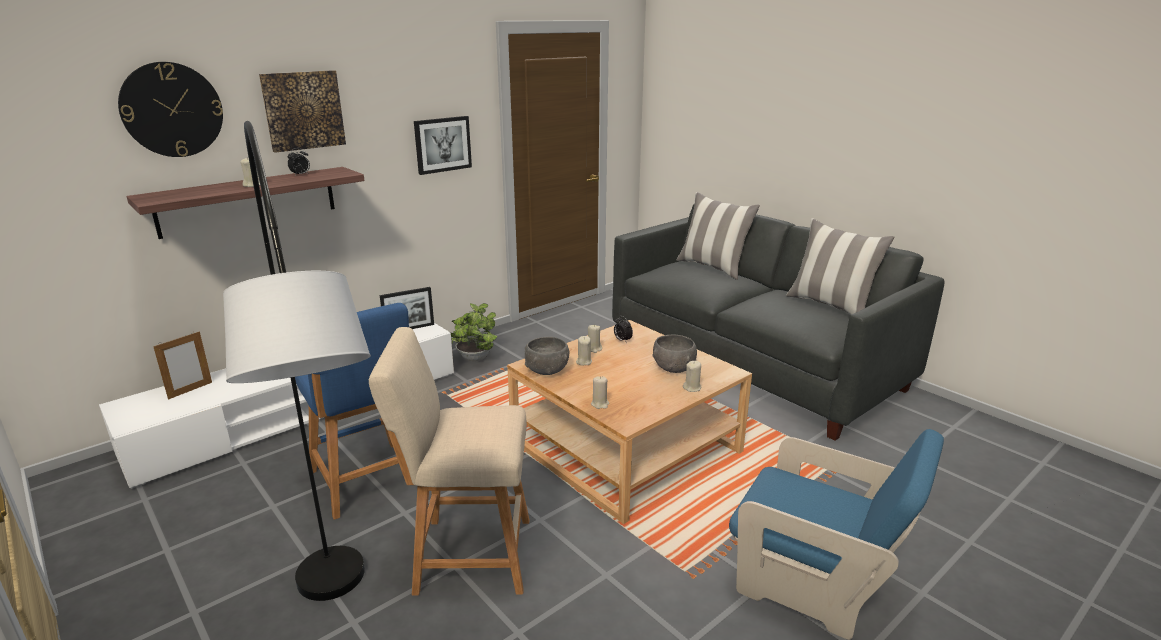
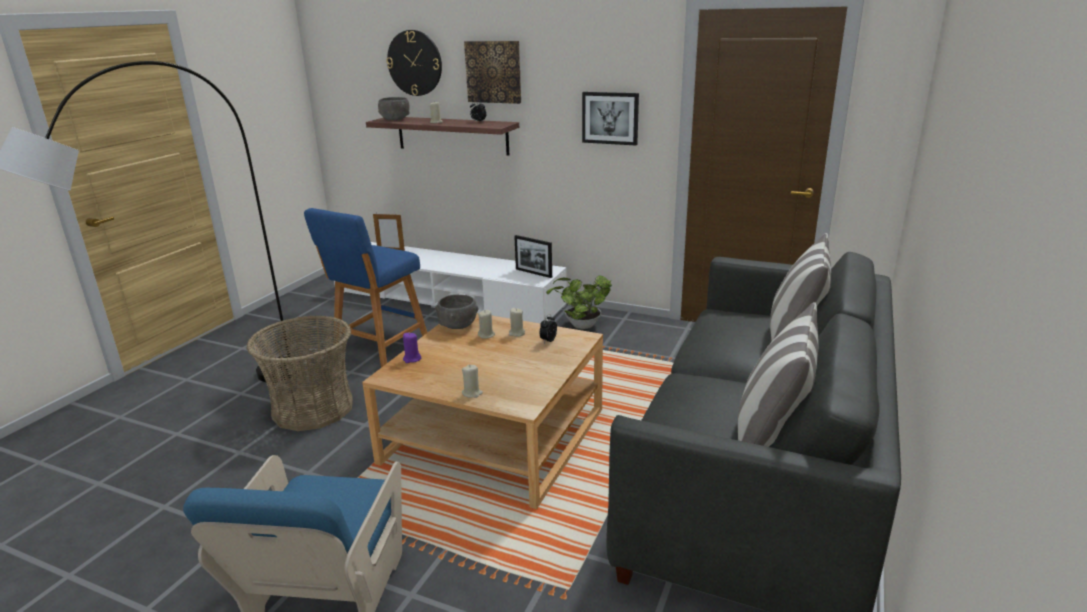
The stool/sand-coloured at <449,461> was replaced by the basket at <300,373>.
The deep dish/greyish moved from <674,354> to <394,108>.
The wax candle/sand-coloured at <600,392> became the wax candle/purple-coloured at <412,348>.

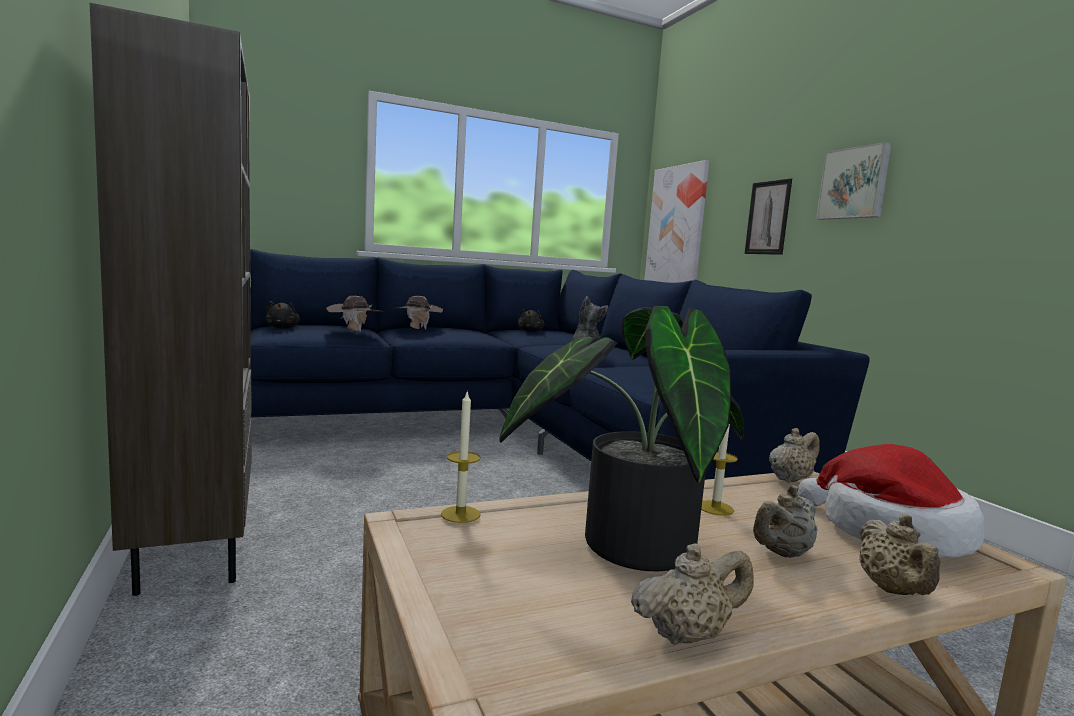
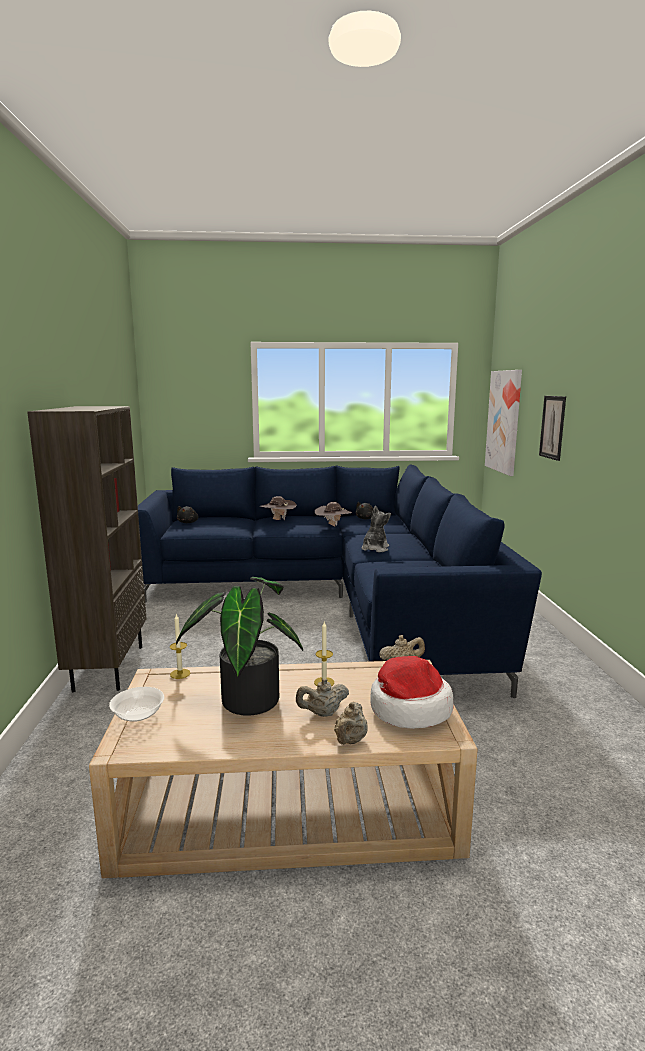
The deep dish at <136,704> appeared.
The hat/brown-coloured moved from <355,314> to <333,514>.
The pot for tea/sand-coloured at <692,594> disappeared.
The wall picture at <854,181> disappeared.

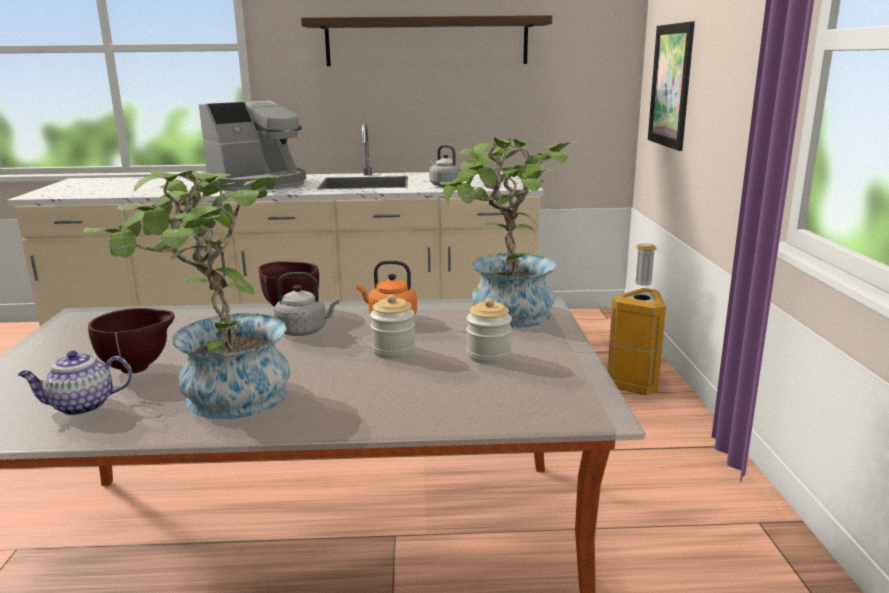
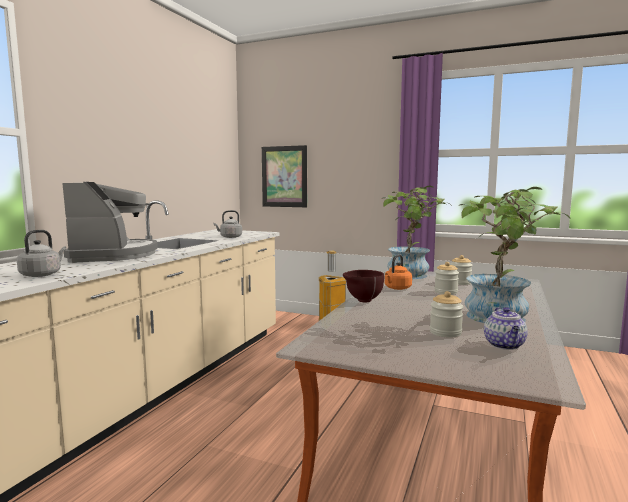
The water kettle/greyish moved from <306,304> to <41,253>.
The deep dish/brown-coloured at <131,341> was replaced by the preserve jar at <447,314>.
The wall shelf at <426,40> disappeared.

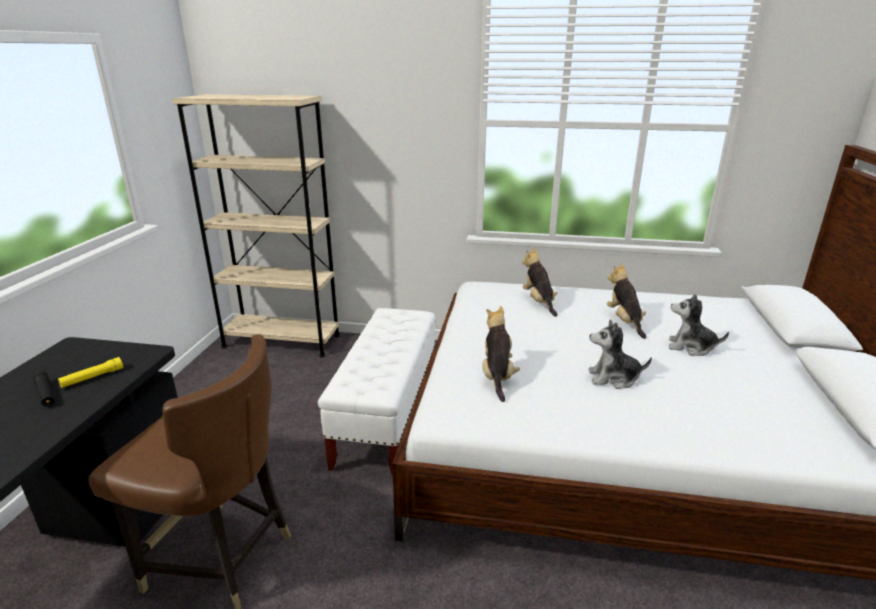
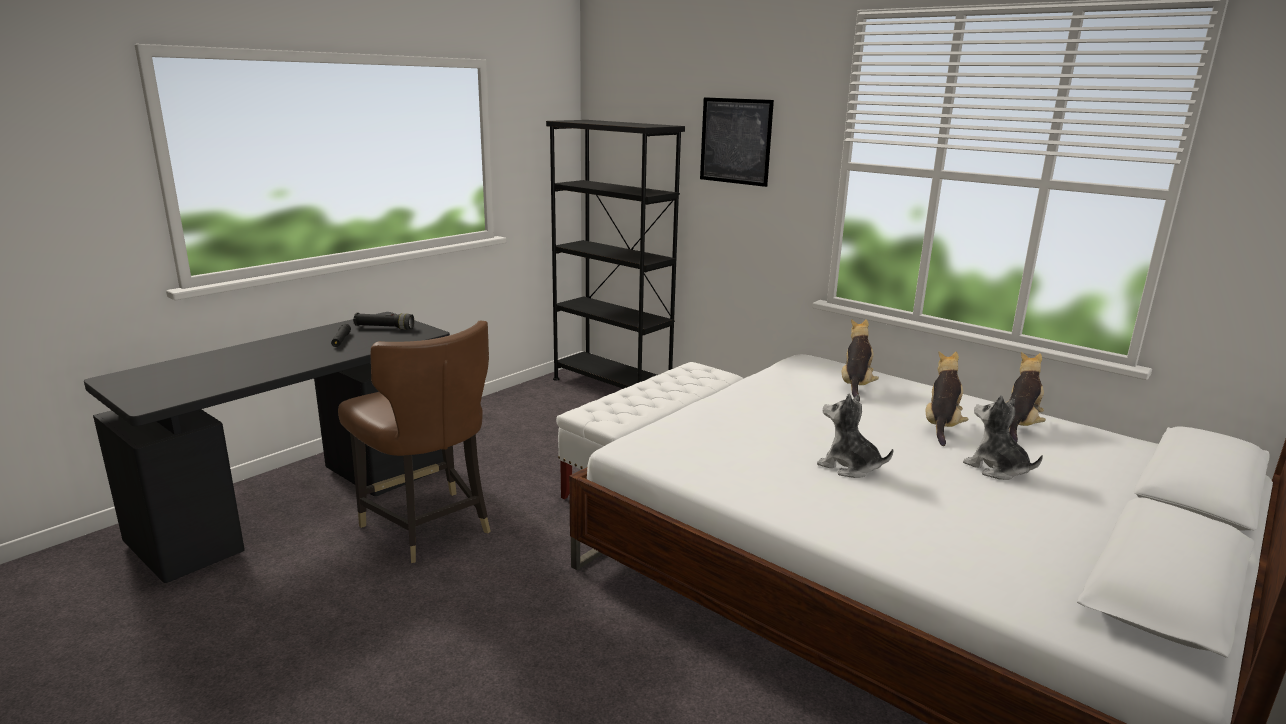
The torch/black-coloured at <383,321> appeared.
The bookshelf/sand-coloured at <256,226> became the bookshelf/black-coloured at <615,254>.
The wall picture at <737,142> appeared.
The plush toy moved from <501,354> to <1025,397>.
The torch/yellow-coloured at <90,372> disappeared.

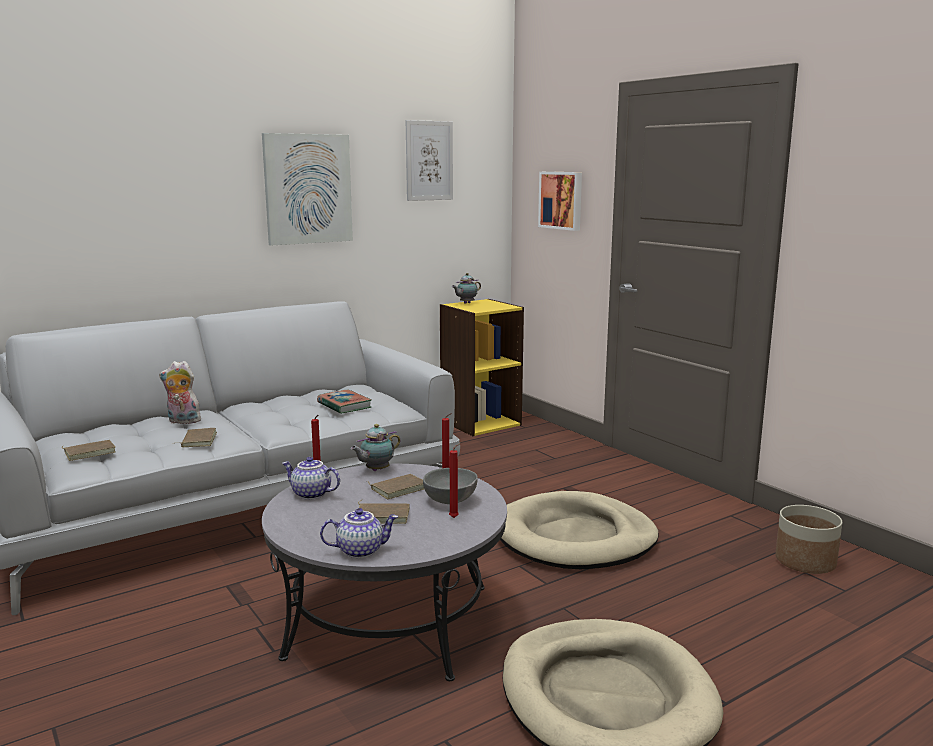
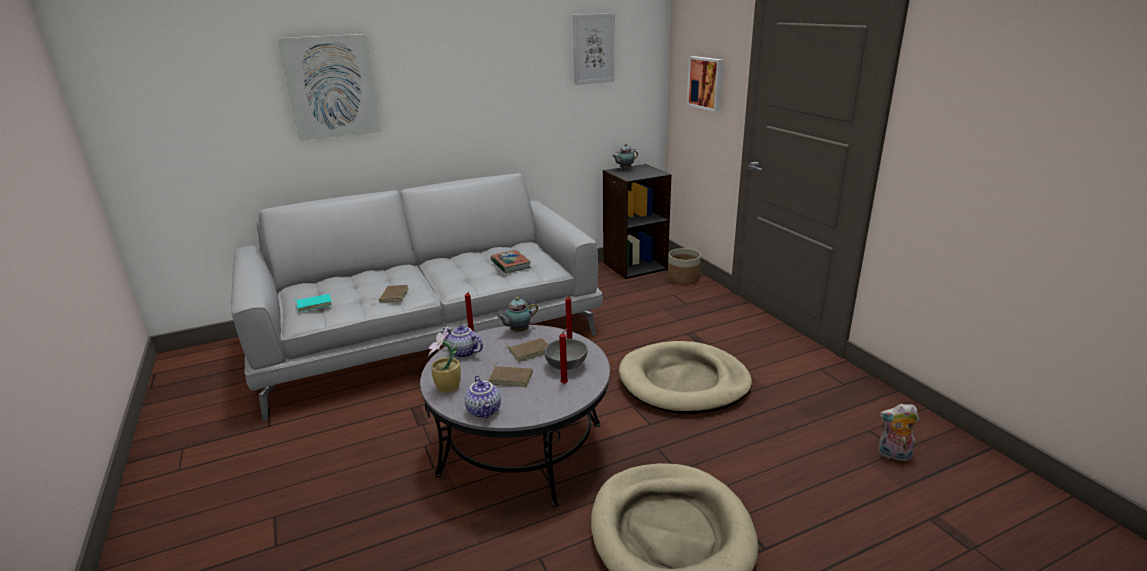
The wall picture moved from <307,189> to <329,87>.
The bound book/brown-coloured at <89,450> became the bound book/blue-green at <313,303>.
The houseplant at <444,359> appeared.
The pot for tea at <359,533> turned 75 degrees clockwise.
The bookshelf/yellow-coloured at <482,367> became the bookshelf/black-coloured at <637,221>.
The planter moved from <808,539> to <684,266>.
The plush toy moved from <181,392> to <898,432>.

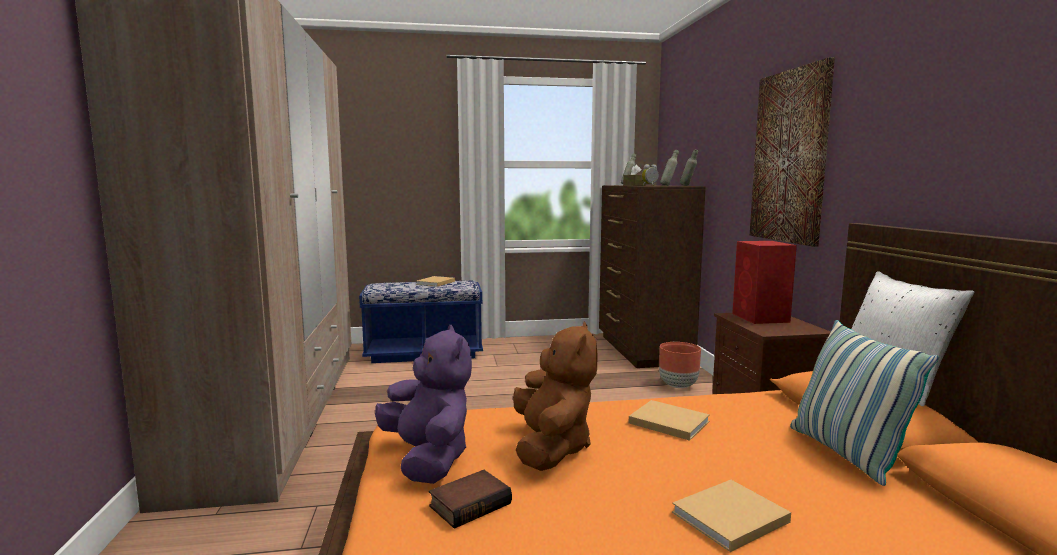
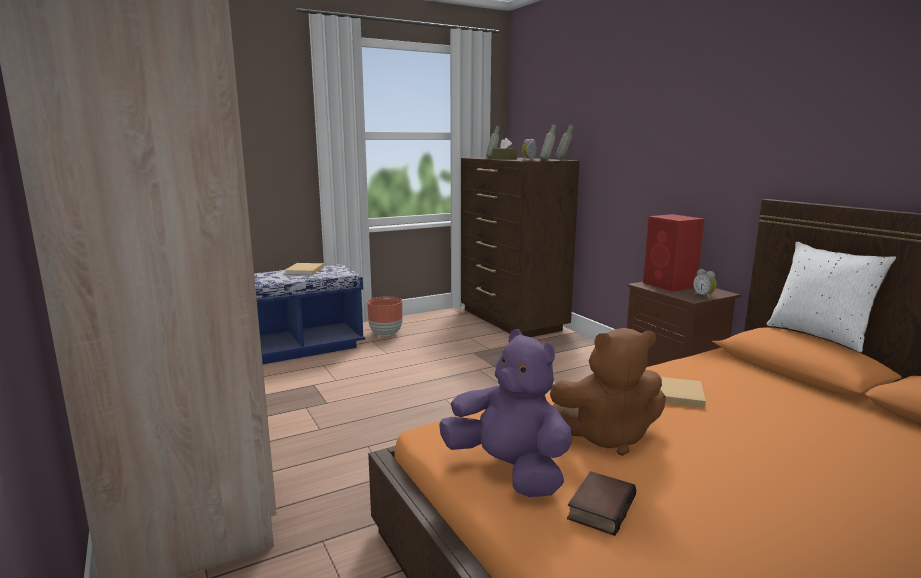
The planter/brown-coloured moved from <680,365> to <384,316>.
The plush toy/brown-coloured at <555,396> turned 105 degrees clockwise.
The bedside clock at <704,284> appeared.
The bound book/sand-coloured at <731,516> disappeared.
The wall picture at <792,152> disappeared.
The pillow at <864,403> disappeared.

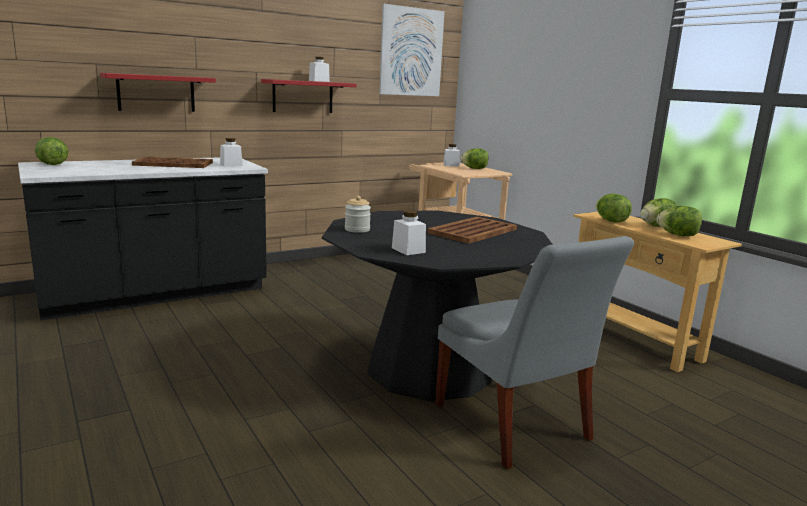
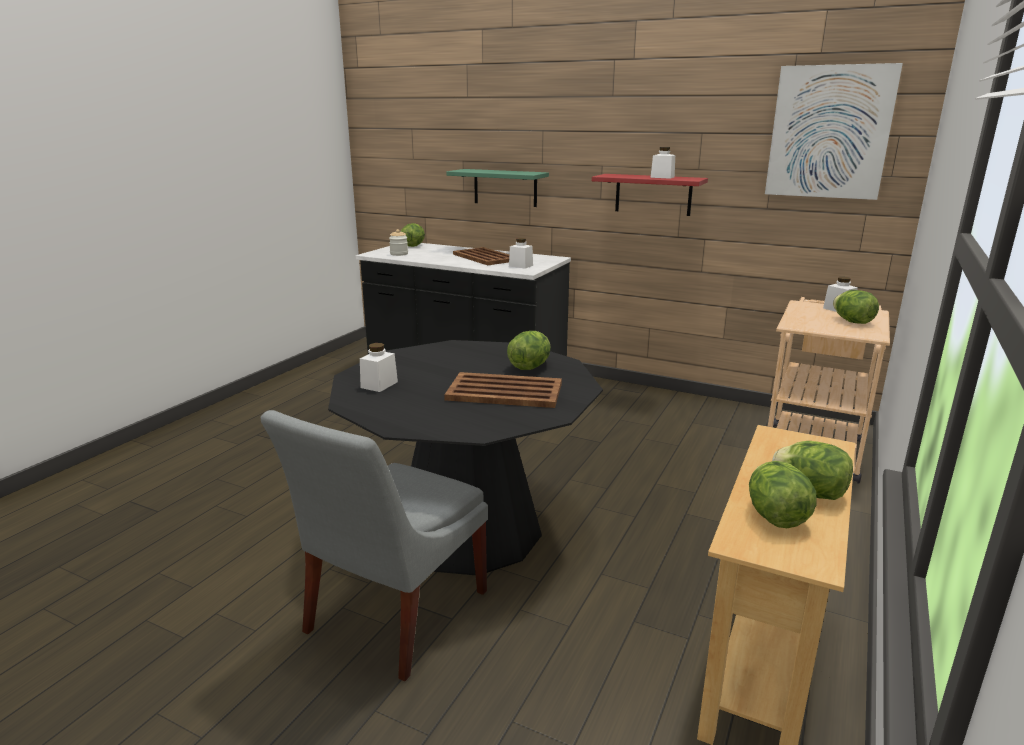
The preserve jar moved from <358,214> to <398,242>.
The wall shelf/red at <158,92> became the wall shelf/green at <497,188>.
The head of lettuce moved from <614,208> to <529,350>.

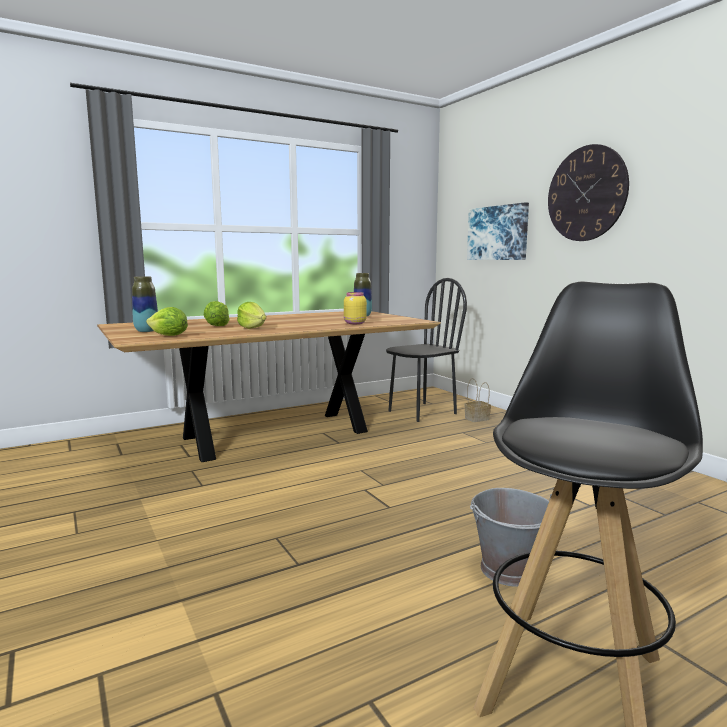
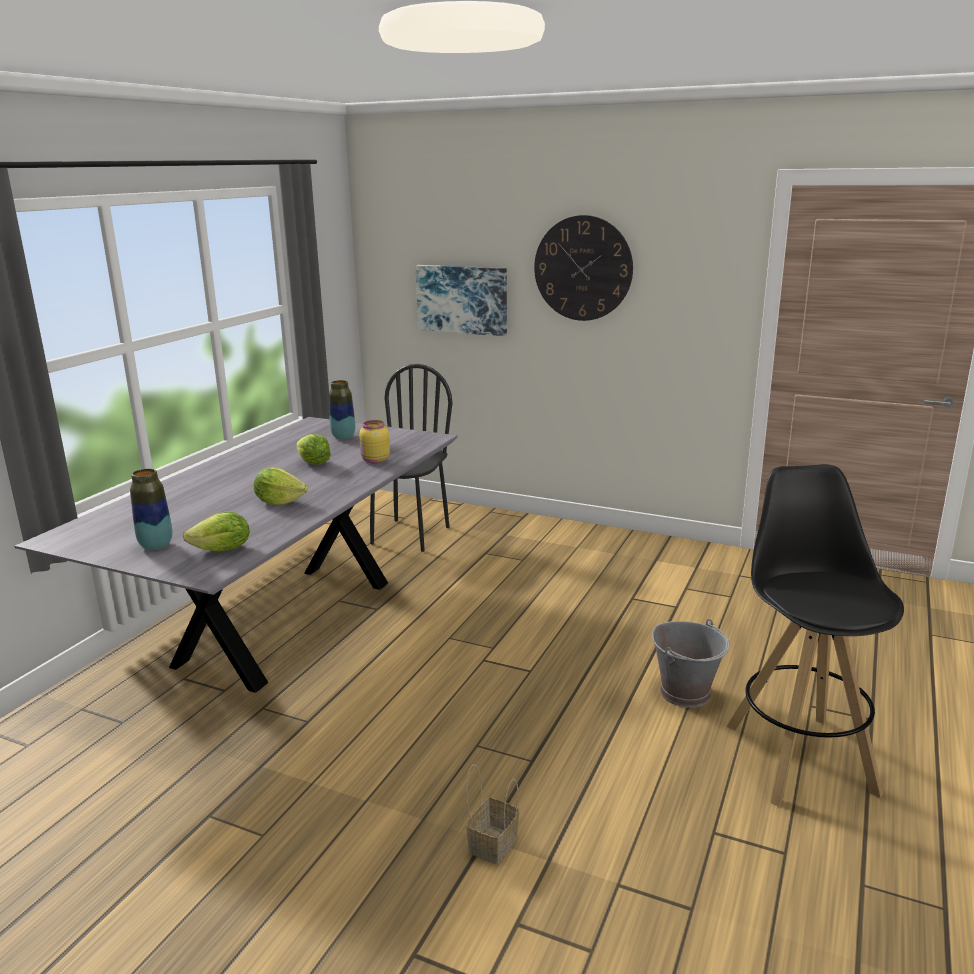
The dinner table/brown-coloured at <269,386> became the dinner table/greyish at <236,555>.
The head of lettuce moved from <216,313> to <314,449>.
The basket moved from <477,400> to <492,814>.

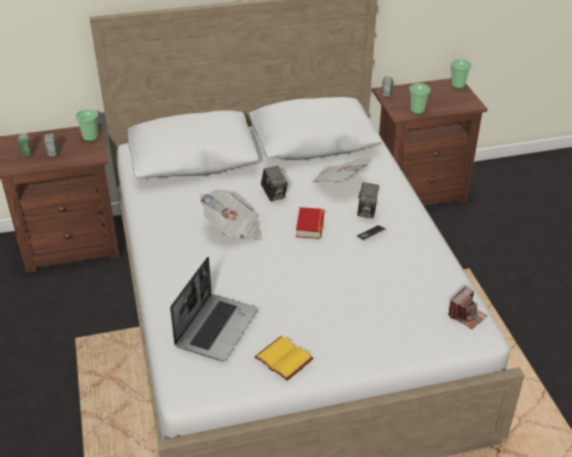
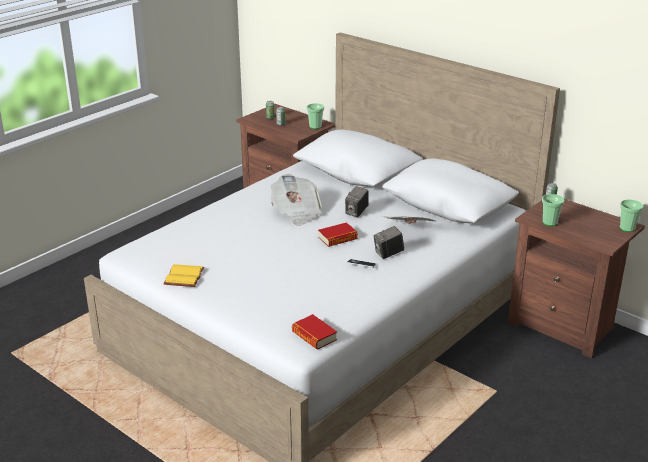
The photo camera at <467,307> was replaced by the bound book at <314,332>.
The laptop at <214,309> disappeared.

